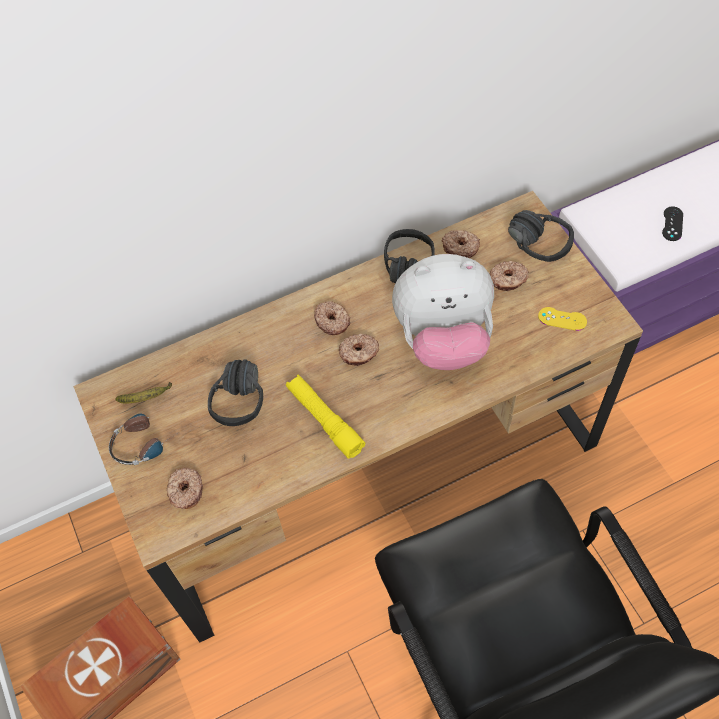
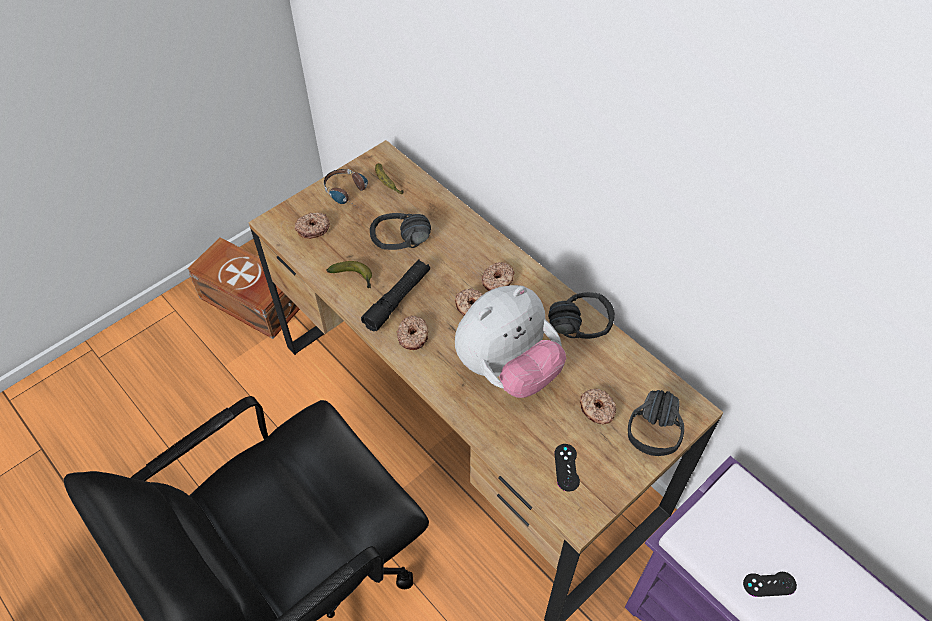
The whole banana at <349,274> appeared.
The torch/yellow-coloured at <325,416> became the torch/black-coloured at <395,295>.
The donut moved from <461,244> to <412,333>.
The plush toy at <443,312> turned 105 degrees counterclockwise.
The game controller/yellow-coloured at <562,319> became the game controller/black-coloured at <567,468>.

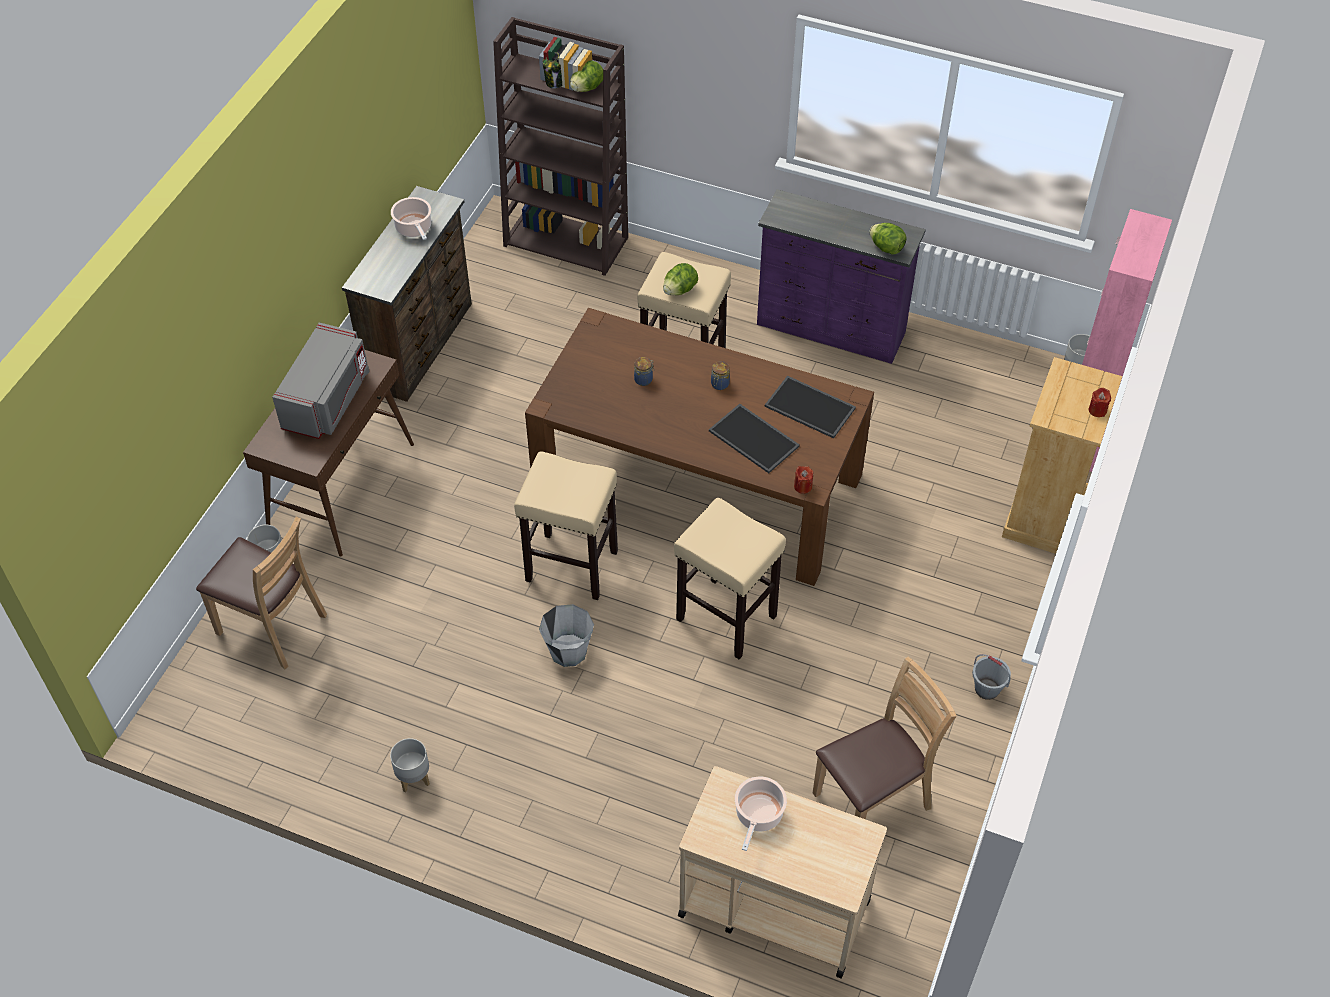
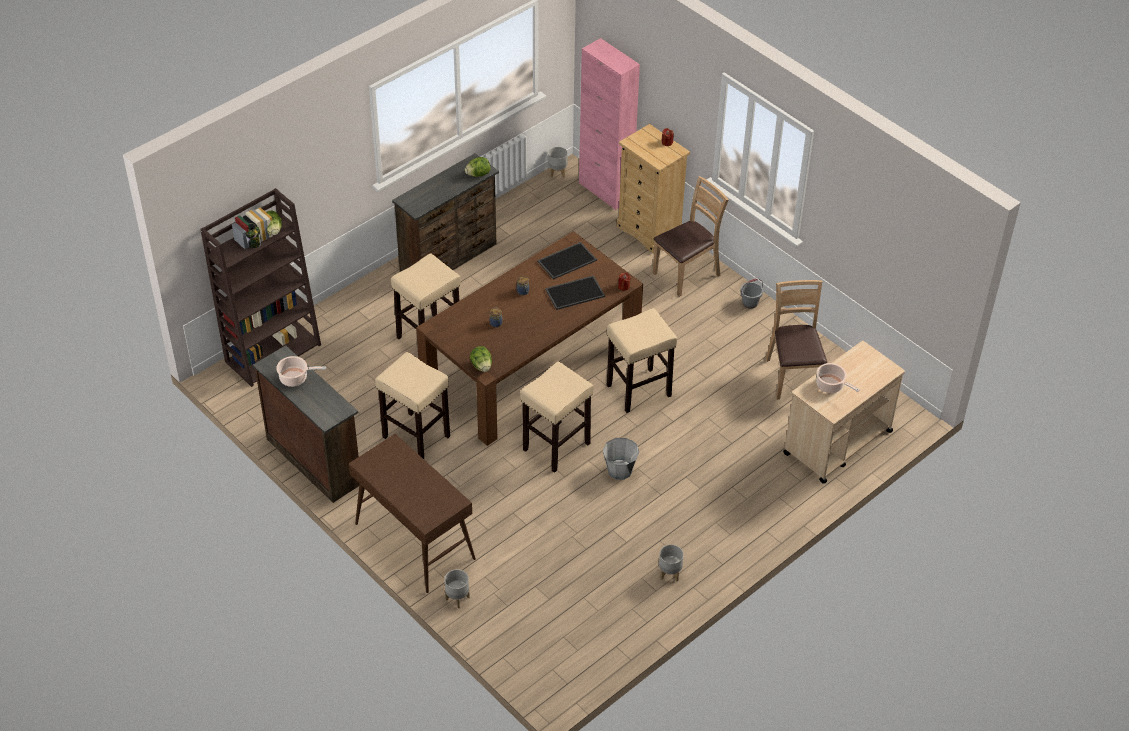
The stool/sand-coloured at <412,405> appeared.
The drawer chest/purple-coloured at <841,276> became the drawer chest/brown-coloured at <445,212>.
The head of lettuce moved from <680,279> to <481,359>.
The plain chair/brown-coloured moved from <261,593> to <691,236>.
The kitchen microwave/greyish at <320,380> disappeared.

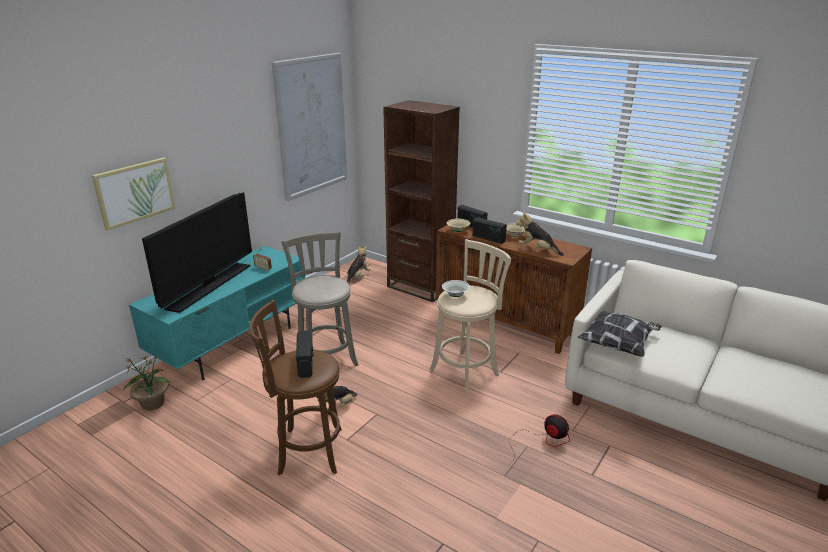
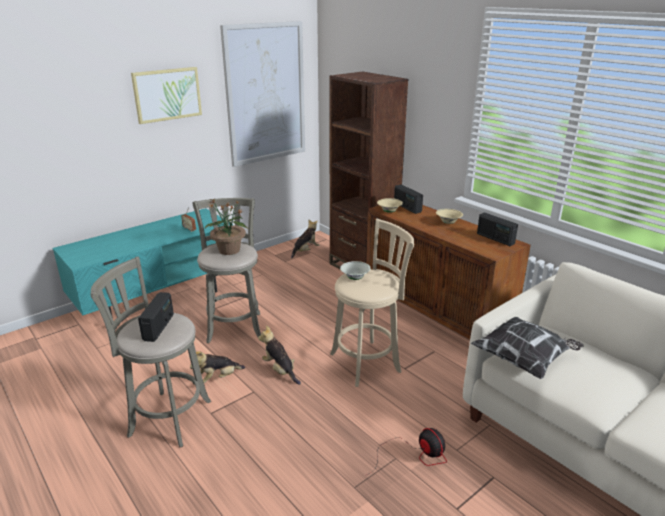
The stool/brown-coloured at <295,388> became the stool/greyish at <150,351>.
The wall picture moved from <133,194> to <166,95>.
The houseplant moved from <147,383> to <226,227>.
The plush toy moved from <540,233> to <279,355>.
The radio set moved from <490,230> to <497,229>.
The television at <197,252> disappeared.

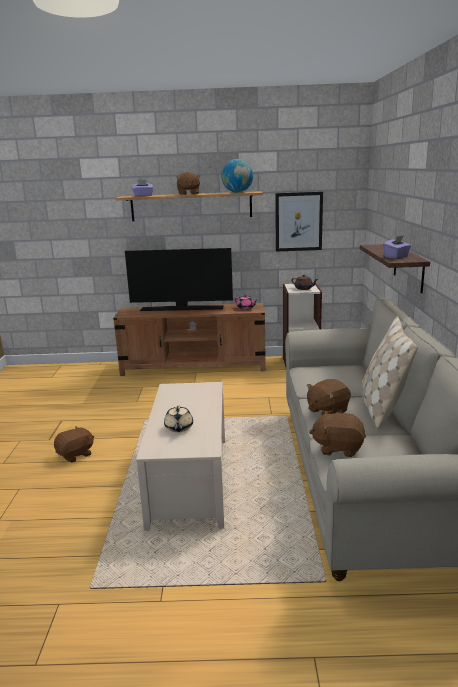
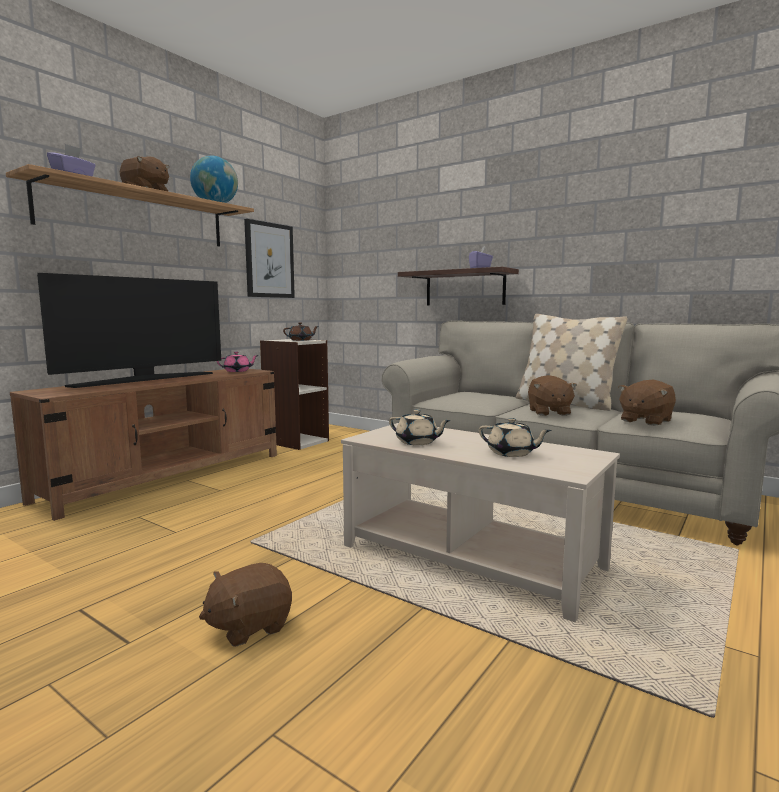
The plush toy/brown-coloured at <74,444> turned 120 degrees counterclockwise.
The pot for tea/sand-coloured at <420,427> appeared.

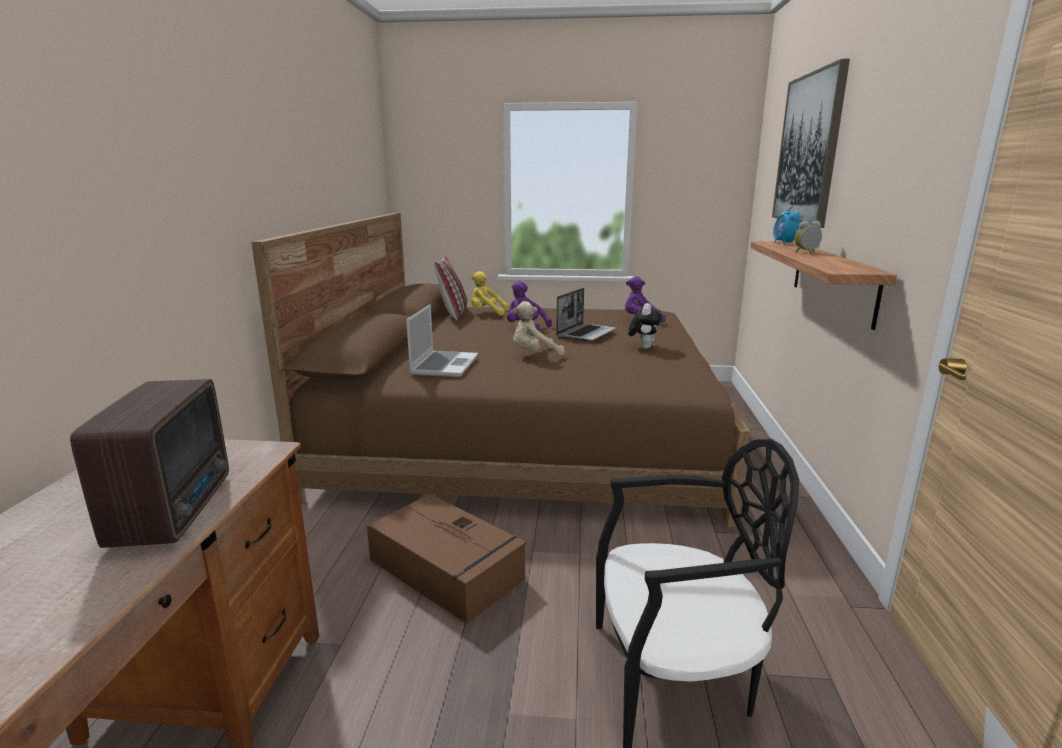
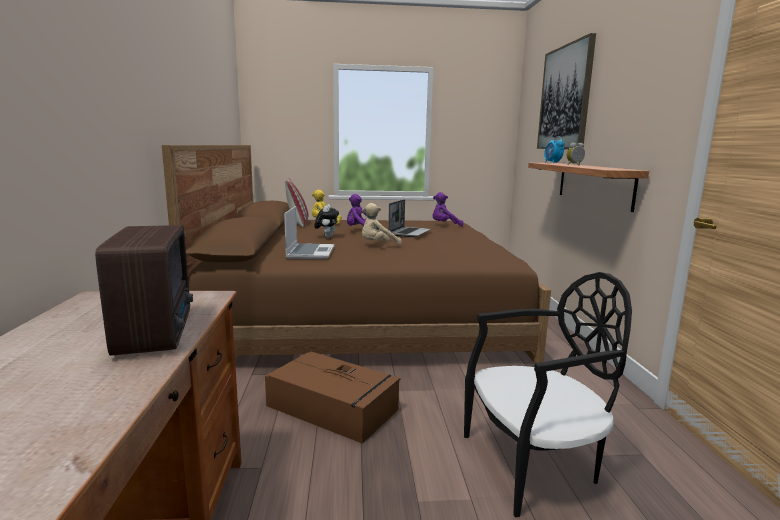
The plush toy moved from <645,326> to <326,221>.

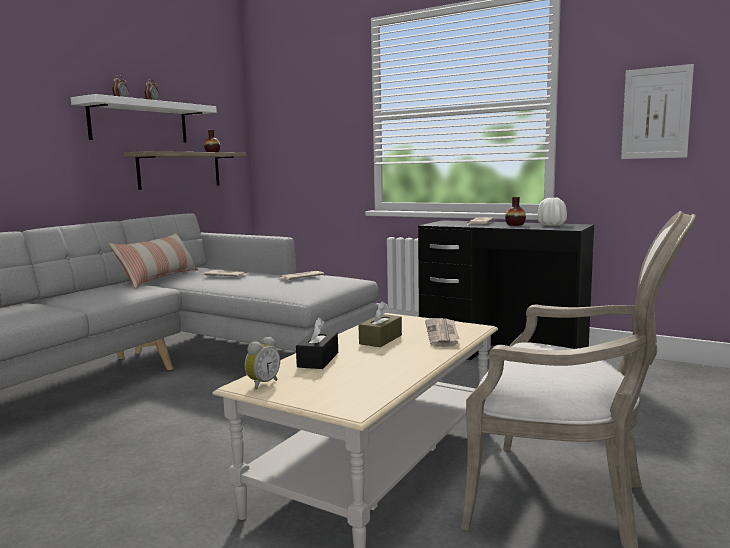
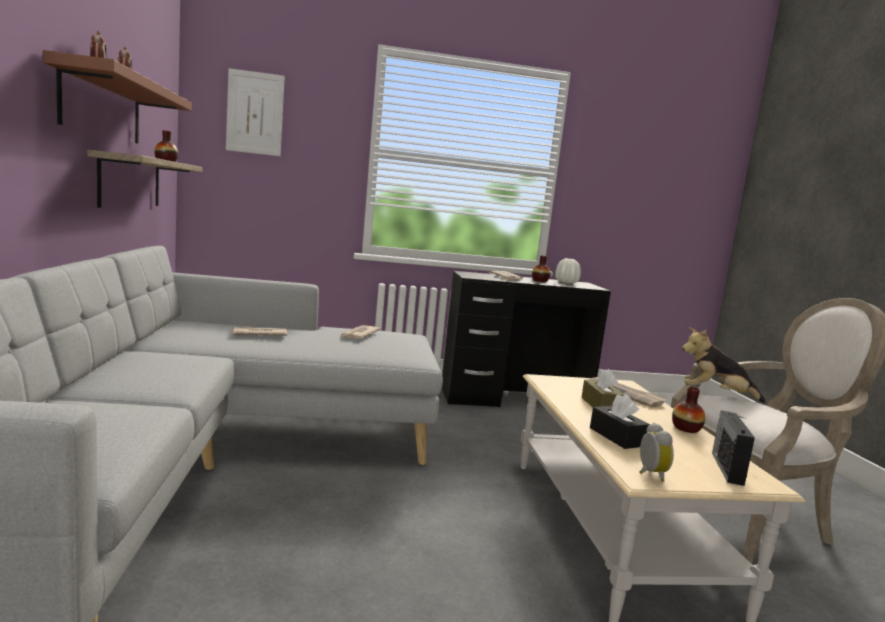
The wall shelf/white-coloured at <144,118> became the wall shelf/brown-coloured at <117,97>.
The wall picture moved from <657,111> to <255,112>.
The flower vase at <688,410> appeared.
The plush toy at <724,365> appeared.
The radio set at <733,448> appeared.
The pillow at <153,261> disappeared.

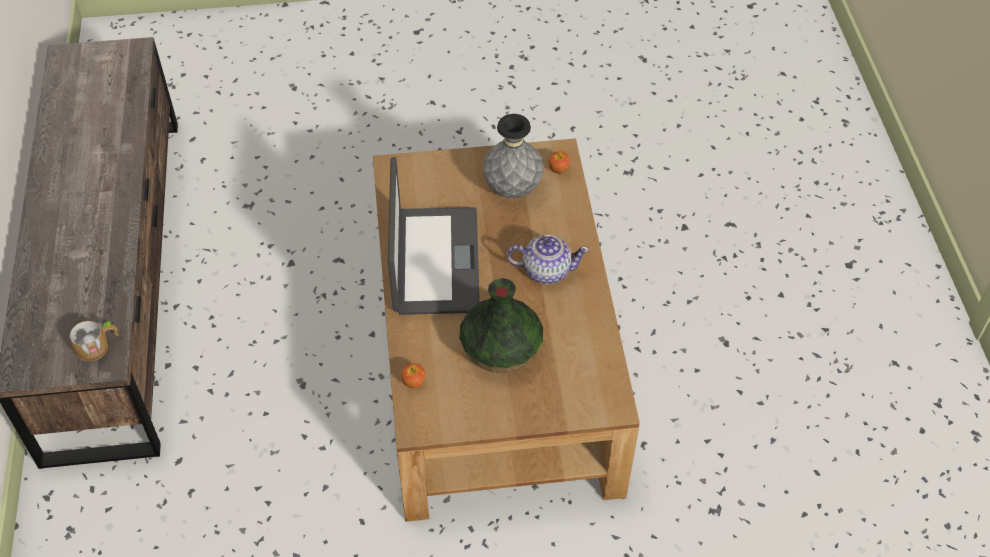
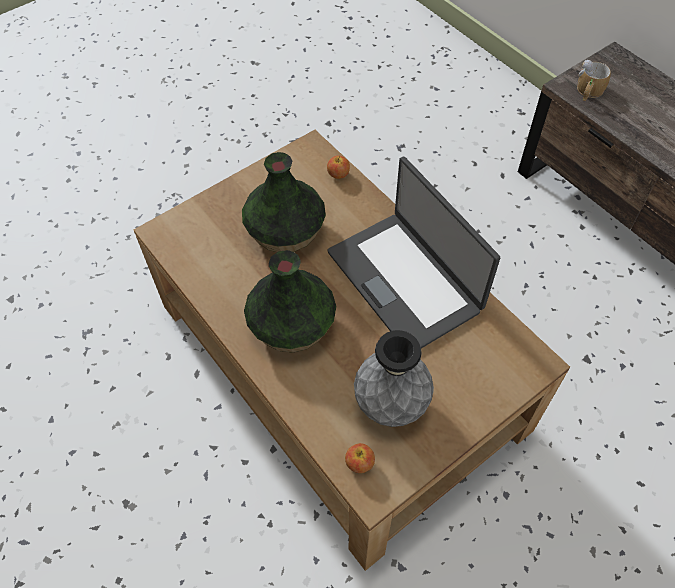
The pot for tea at <548,259> was replaced by the flower vase at <290,301>.

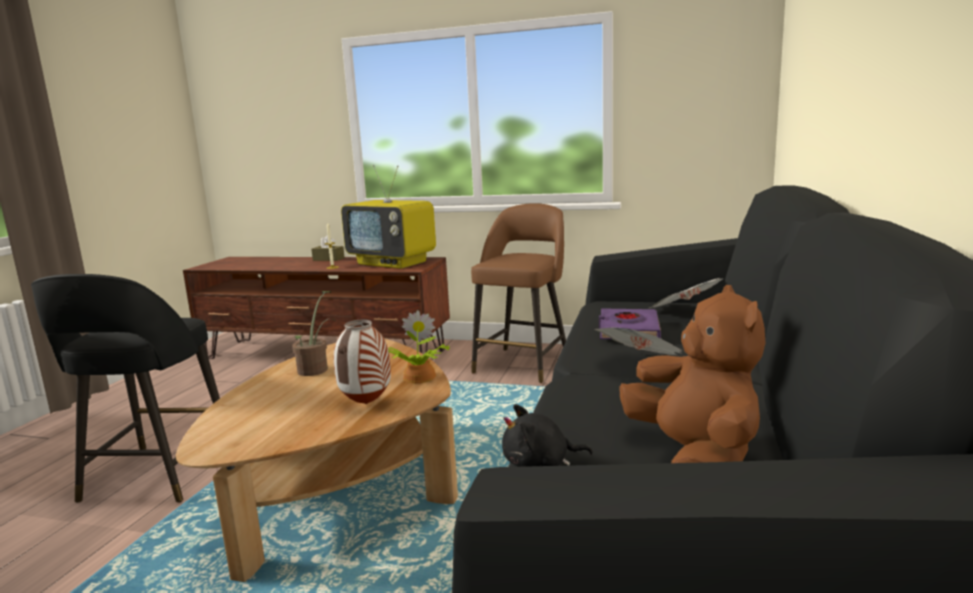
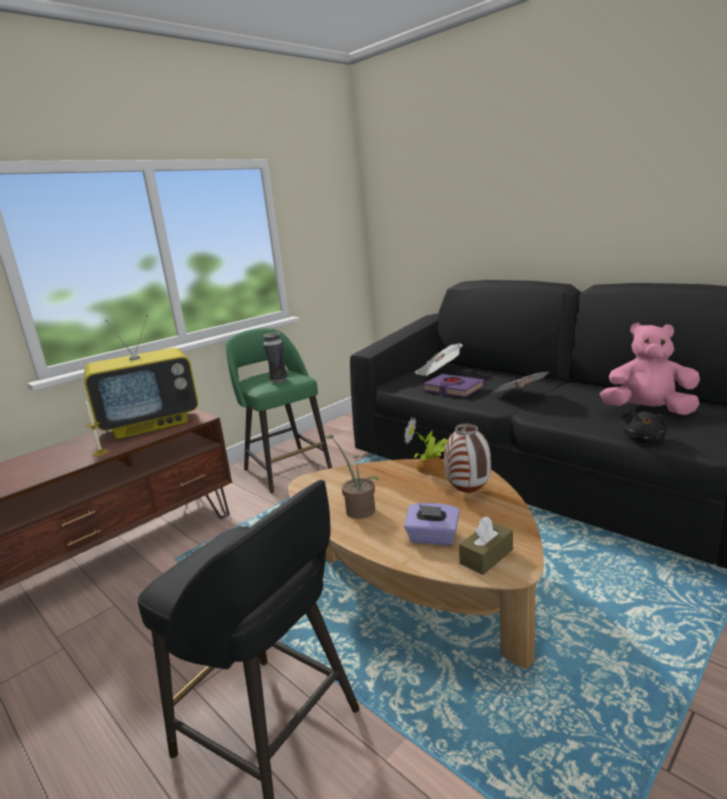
The stool/brown-coloured at <518,293> became the stool/green at <279,410>.
The flower vase at <276,357> appeared.
The tissue box/purple-coloured at <432,524> appeared.
The tissue box/brown-coloured moved from <328,248> to <486,545>.
The plush toy/brown-coloured at <692,374> became the plush toy/pink at <650,369>.

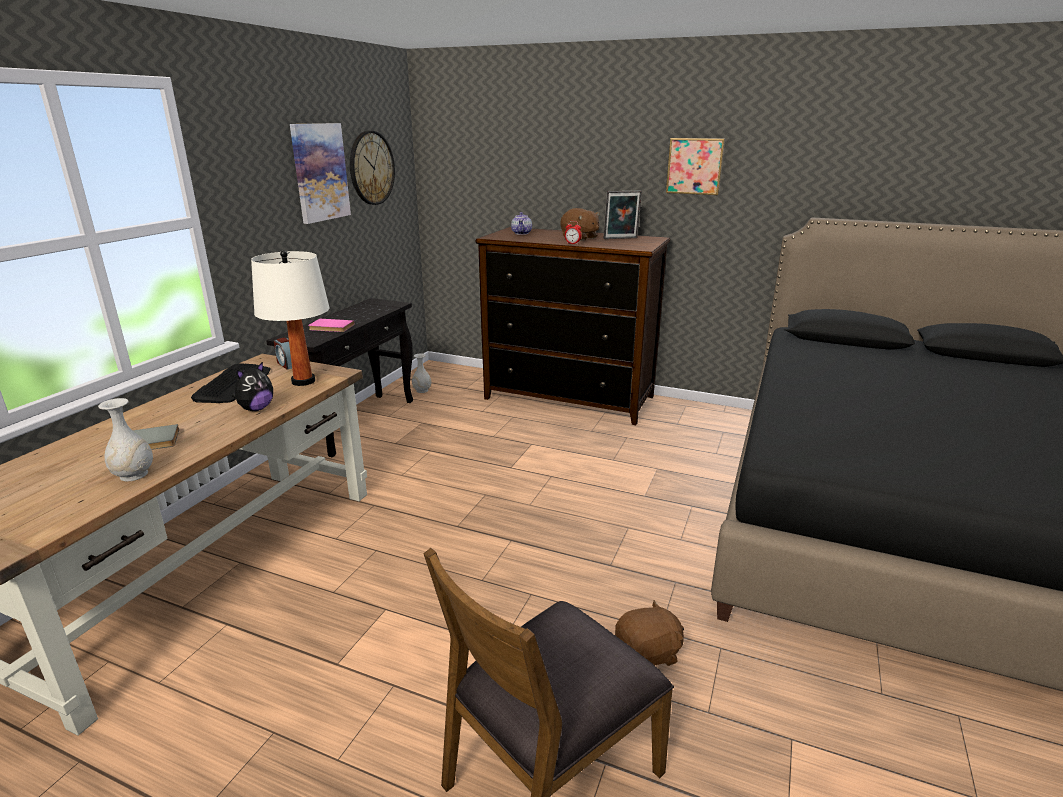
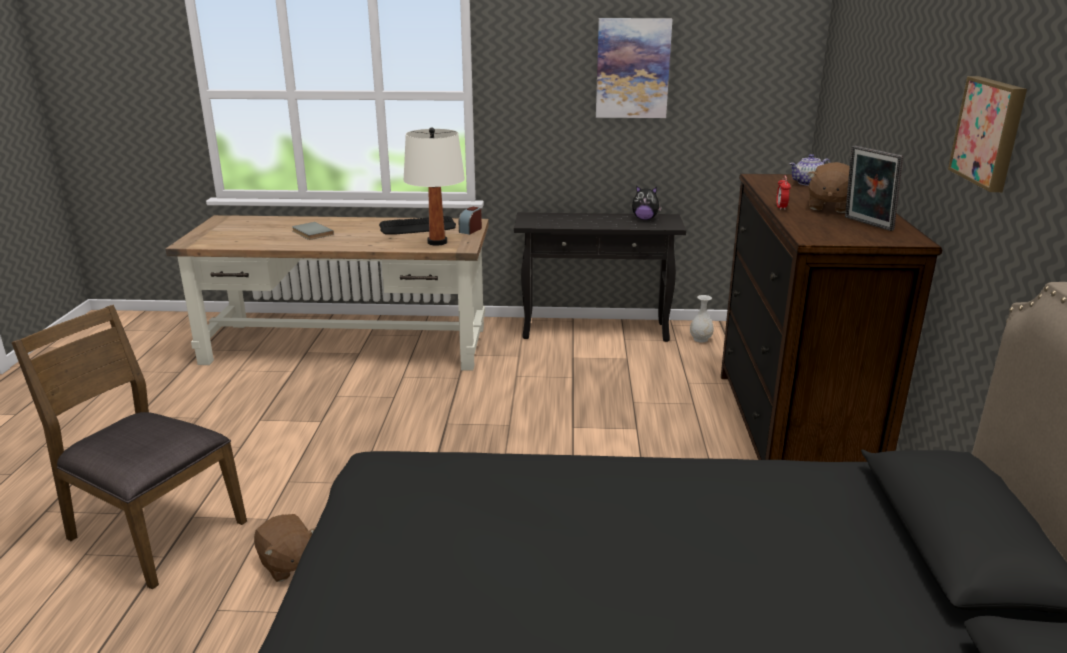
The plush toy moved from <252,386> to <647,202>.
The flower vase/white-coloured at <125,439> disappeared.
The bound book/pink at <331,325> disappeared.
The hanging clock at <372,168> disappeared.

